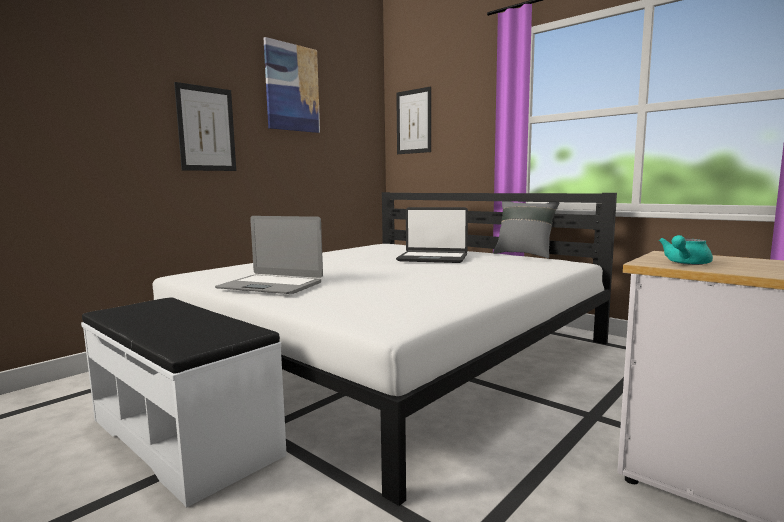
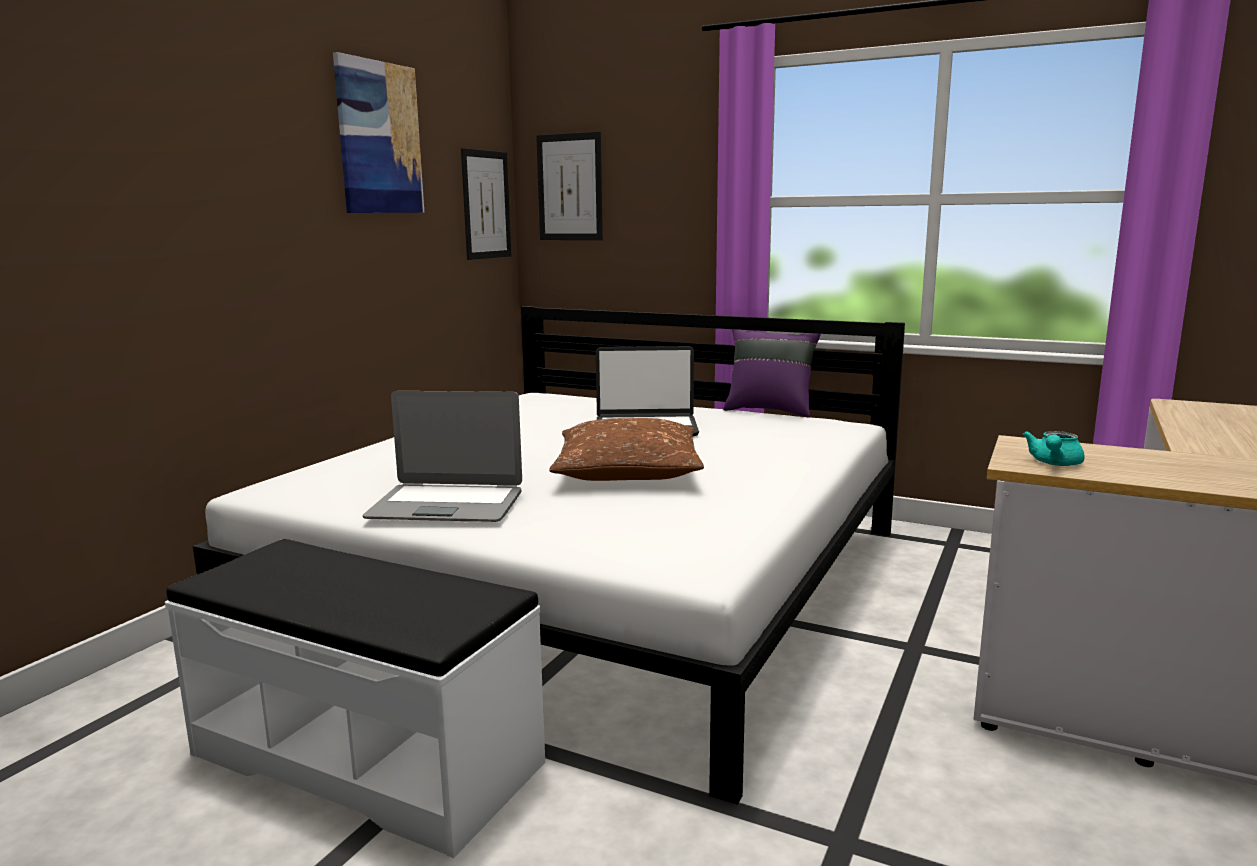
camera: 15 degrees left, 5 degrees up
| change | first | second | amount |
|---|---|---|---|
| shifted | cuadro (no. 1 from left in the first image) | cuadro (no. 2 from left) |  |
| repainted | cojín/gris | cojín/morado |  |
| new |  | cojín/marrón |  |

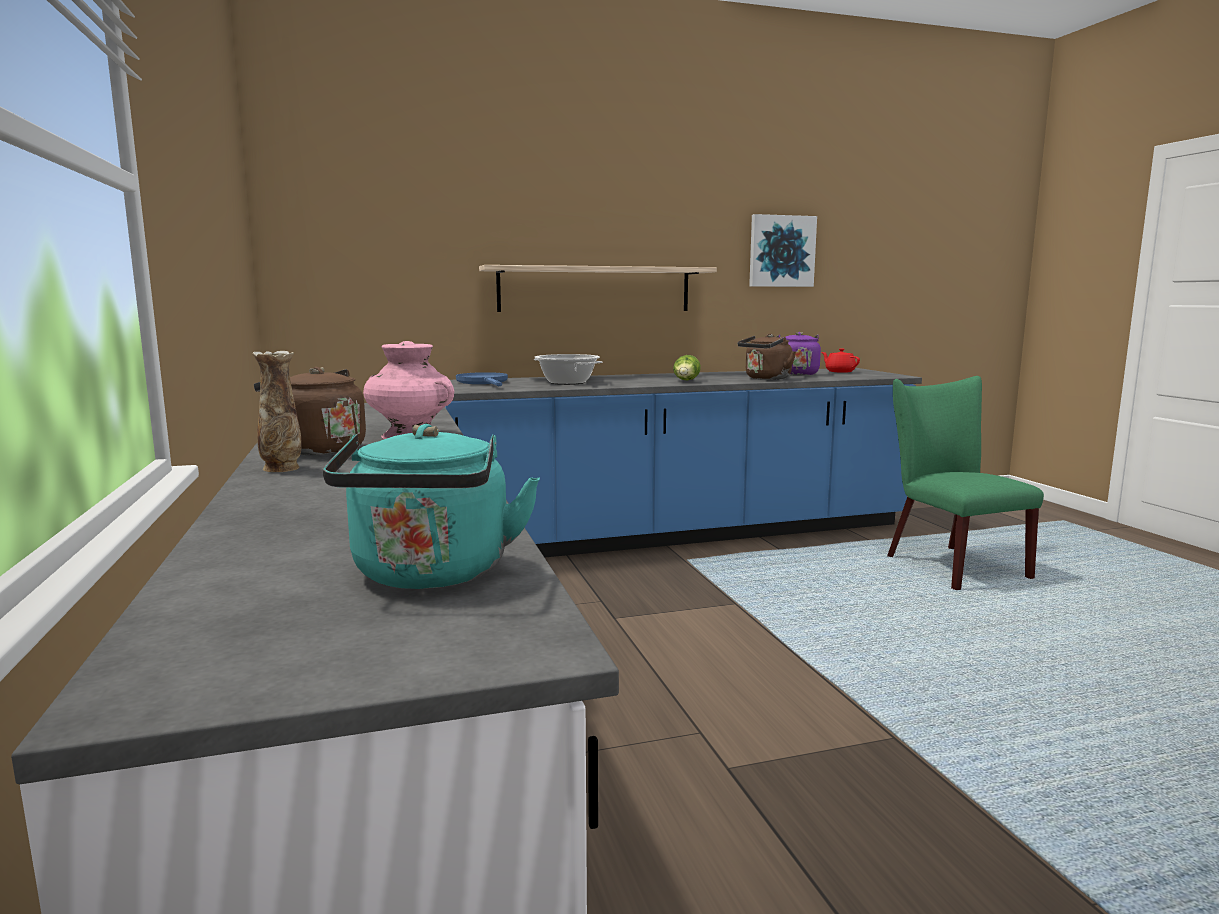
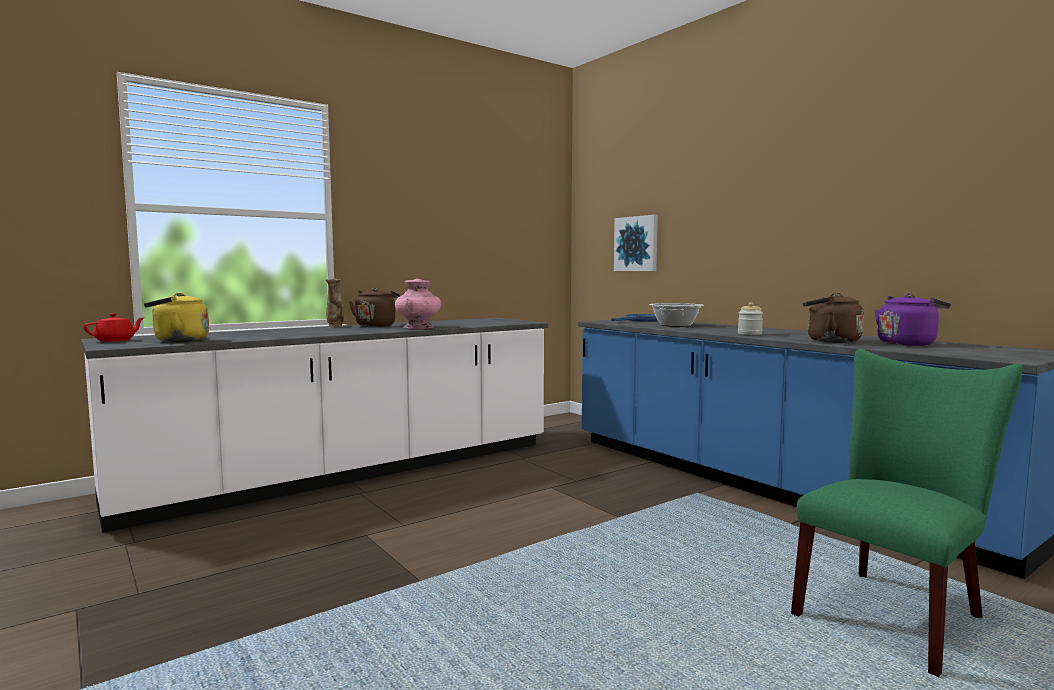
camera: 70 degrees right, 5 degrees down
| change | first | second | amount |
|---|---|---|---|
| shifted | cuadro |  |  |
| gone | estante |  |  |
| shifted | tetera/rojo |  |  |
| swapped | lechuga | tarro |  |
| repainted | hervidor/turquesa | hervidor/amarillo |  |

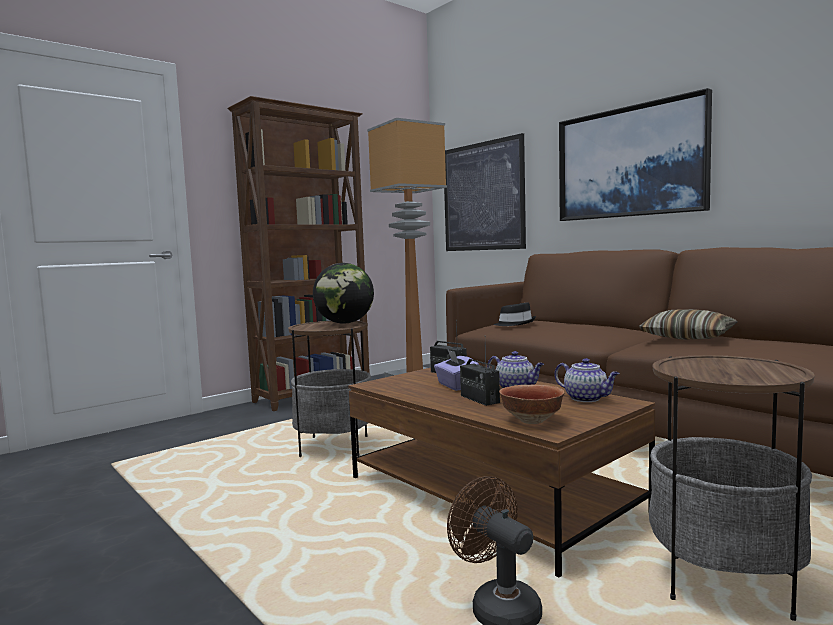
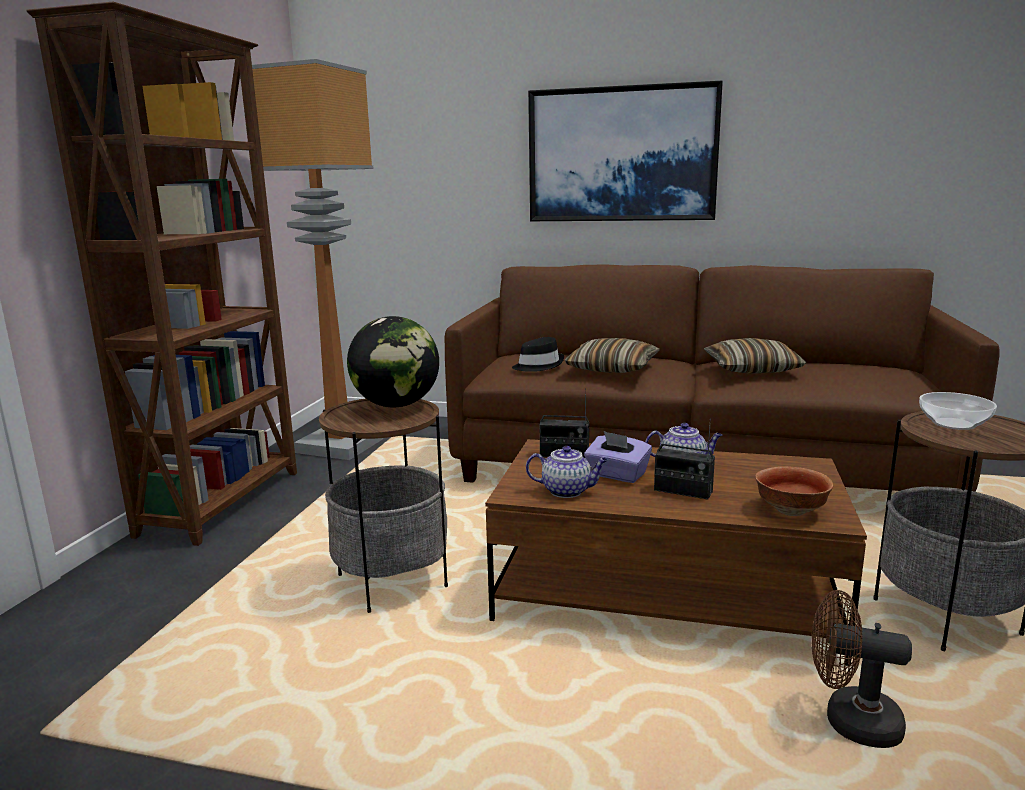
camera: 35 degrees left, 10 degrees up
| change | first | second | amount |
|---|---|---|---|
| gone | cuadro (no. 1 from left) |  |  |
| shifted | tetera (no. 2 from left in the first image) | tetera (no. 1 from left) |  |
| new |  | cojín (no. 1 from left) |  |
| new |  | cuenco (no. 2 from left) |  |

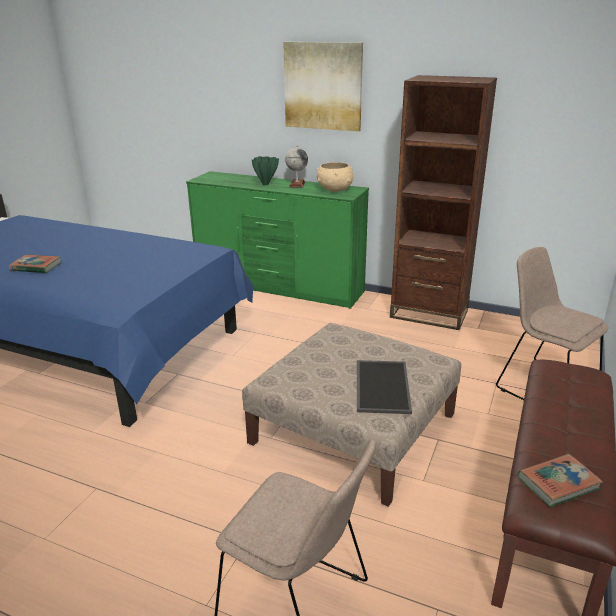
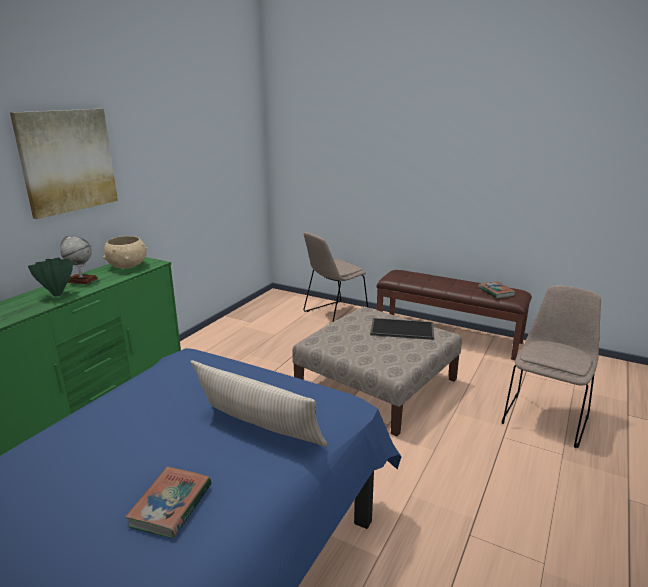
camera: 85 degrees left, 5 degrees down
| change | first | second | amount |
|---|---|---|---|
| gone | estantería/marrón |  |  |
| new |  | cojín/beis |  |

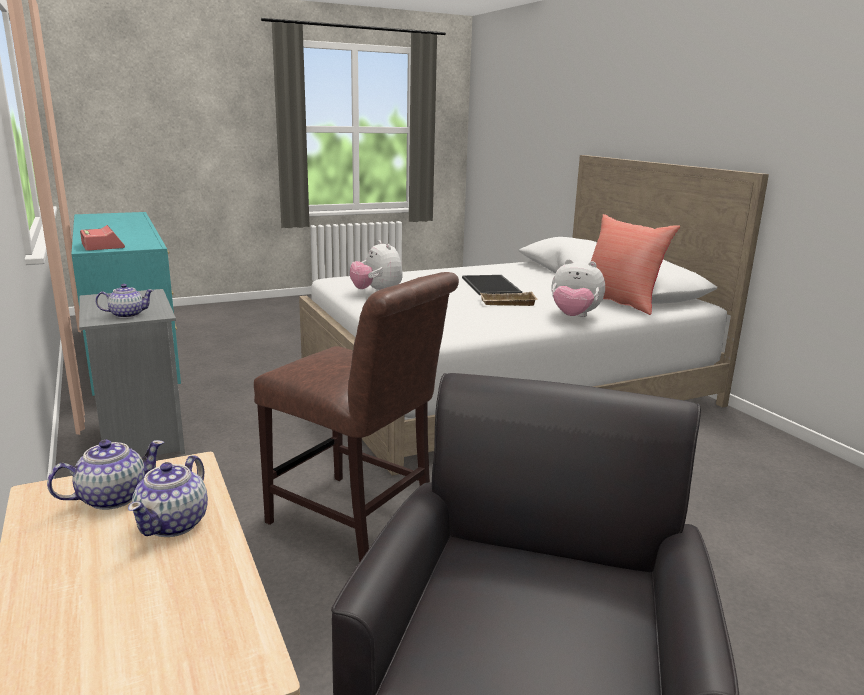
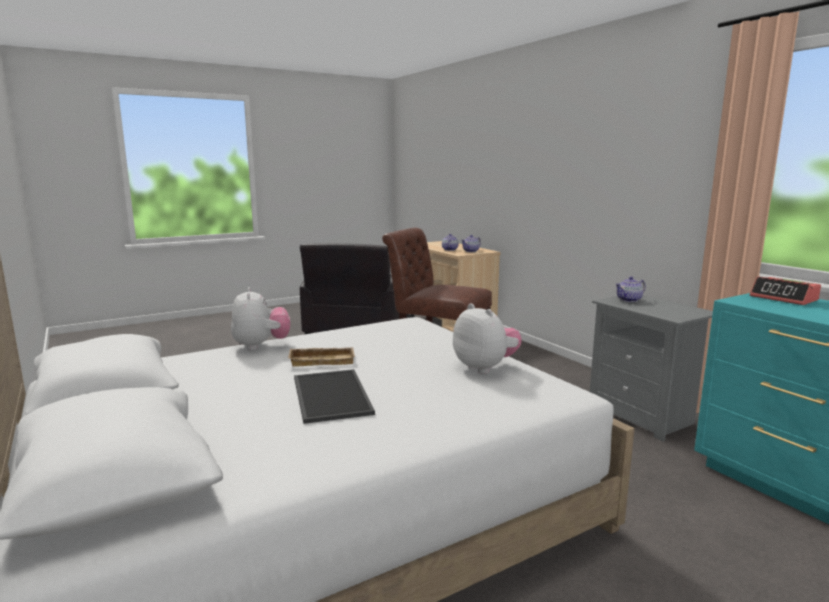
camera: 175 degrees right, 5 degrees down
| change | first | second | amount |
|---|---|---|---|
| gone | cojín/rojo |  |  |
| rotated | peluche (no. 2 from left in the first image) | peluche (no. 1 from left) | 60 degrees clockwise |

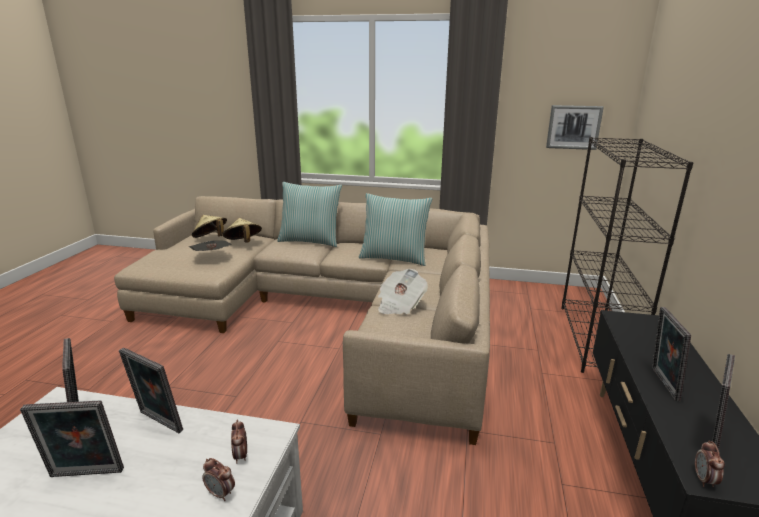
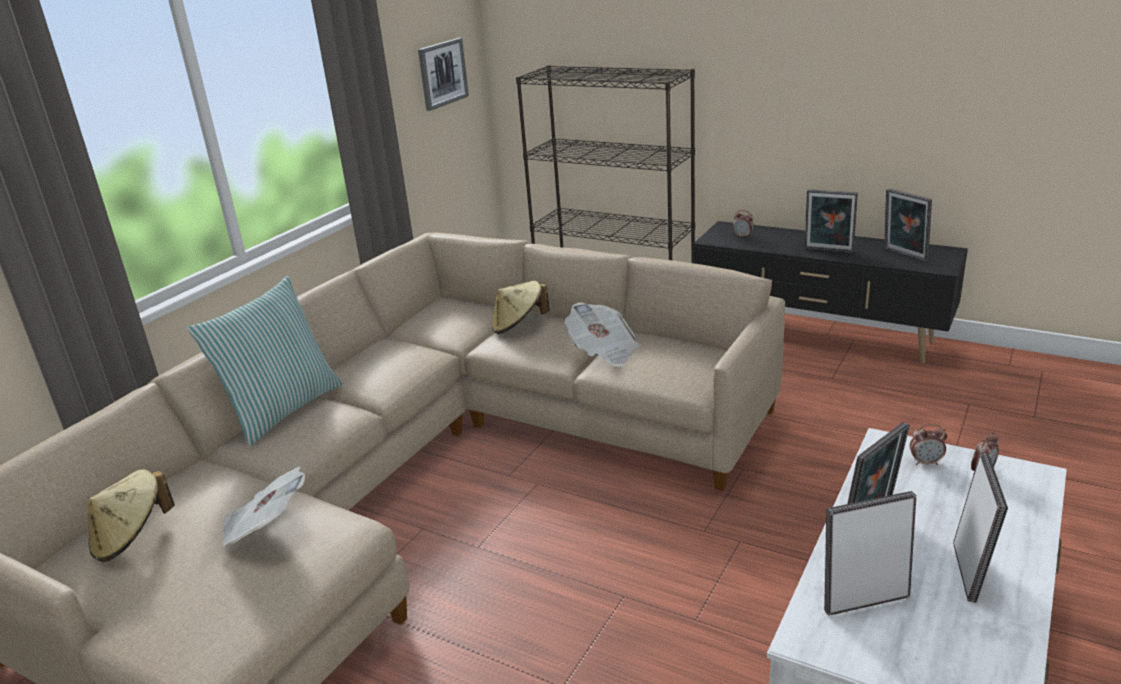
camera: 70 degrees left, 5 degrees up
| change | first | second | amount |
|---|---|---|---|
| gone | cojín (no. 2 from left) |  |  |
| shifted | sombrero/beis (no. 2 from left) |  |  |
| shifted | despertador (no. 3 from left in the first image) | despertador (no. 1 from left) |  |

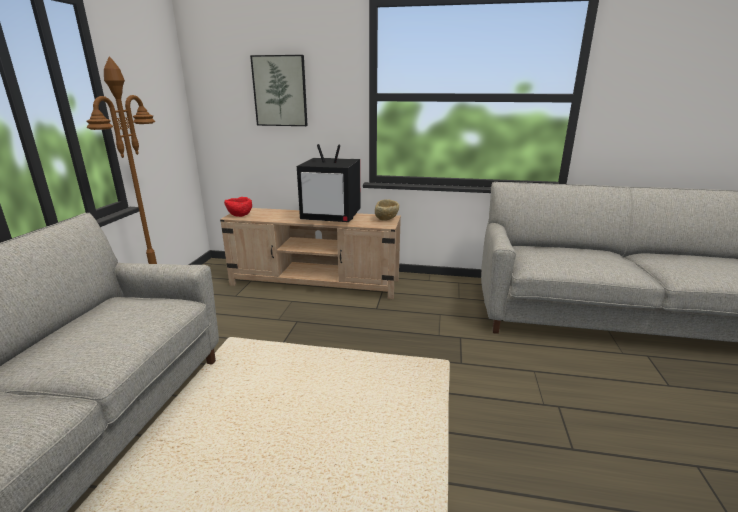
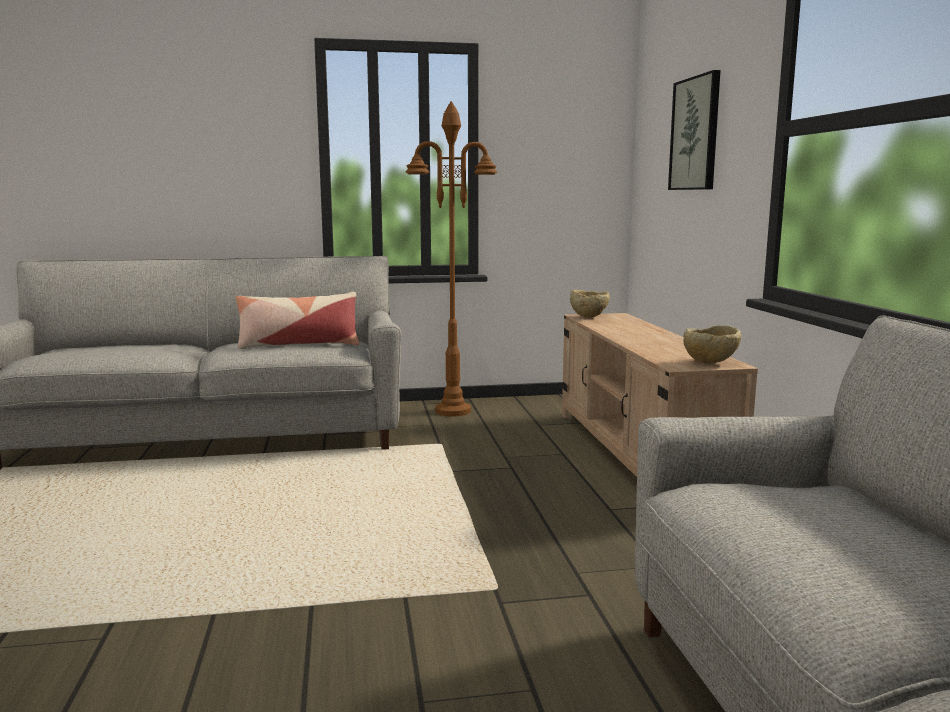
camera: 70 degrees right, 10 degrees down
| change | first | second | amount |
|---|---|---|---|
| gone | televisor |  |  |
| repainted | cuenco/rojo | cuenco/beis (no. 1 from left) |  |
| new |  | cojín |  |

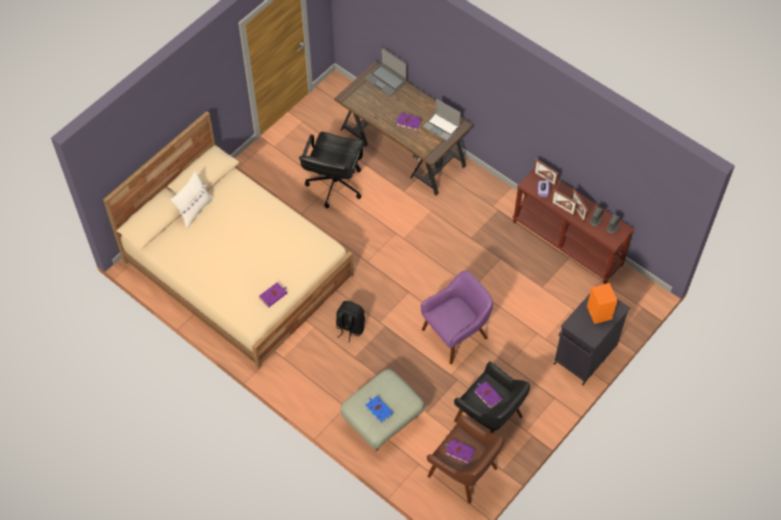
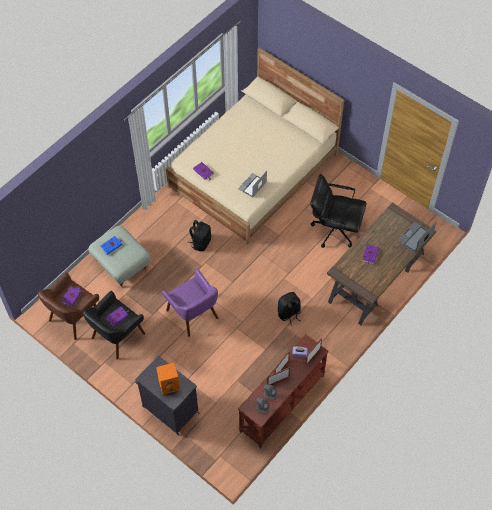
camera: 90 degrees right, 0 degrees up
| change | first | second | amount |
|---|---|---|---|
| shifted | portátil (no. 2 from left in the first image) | portátil (no. 1 from left) |  |
| gone | cojín/blanco |  |  |
| new |  | mochila/negro (no. 2 from left) |  |

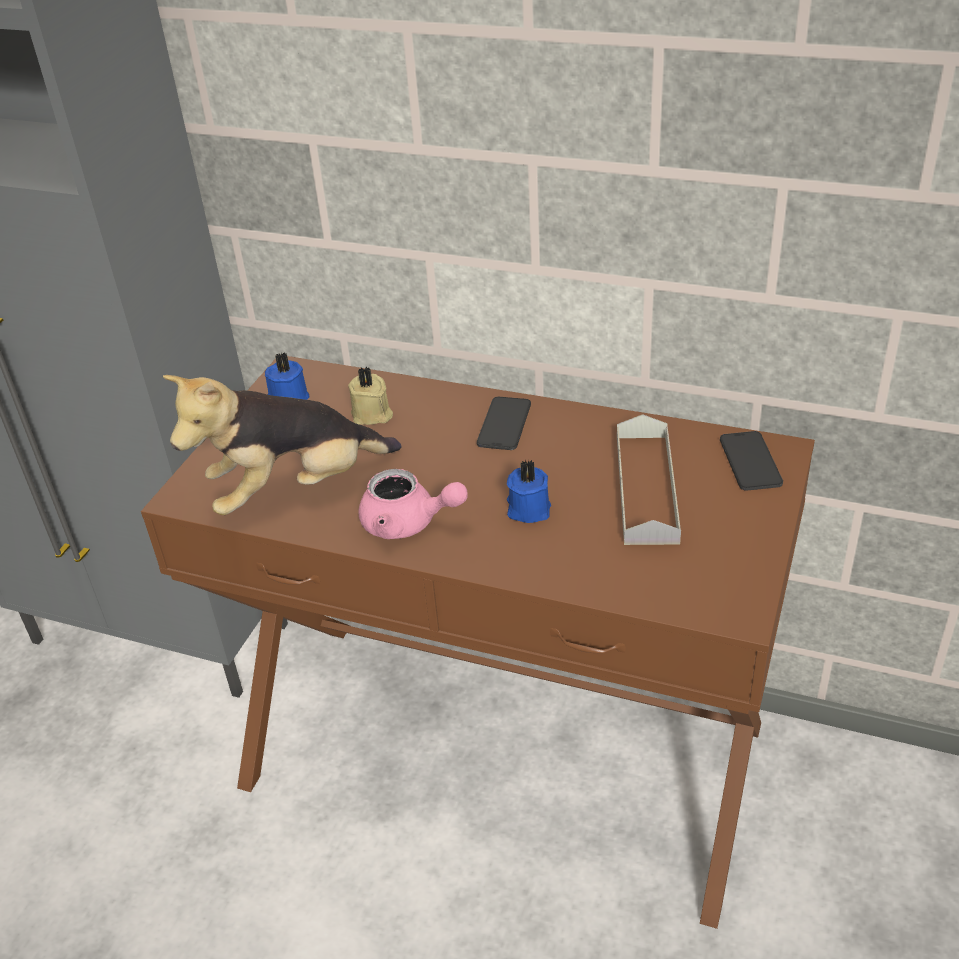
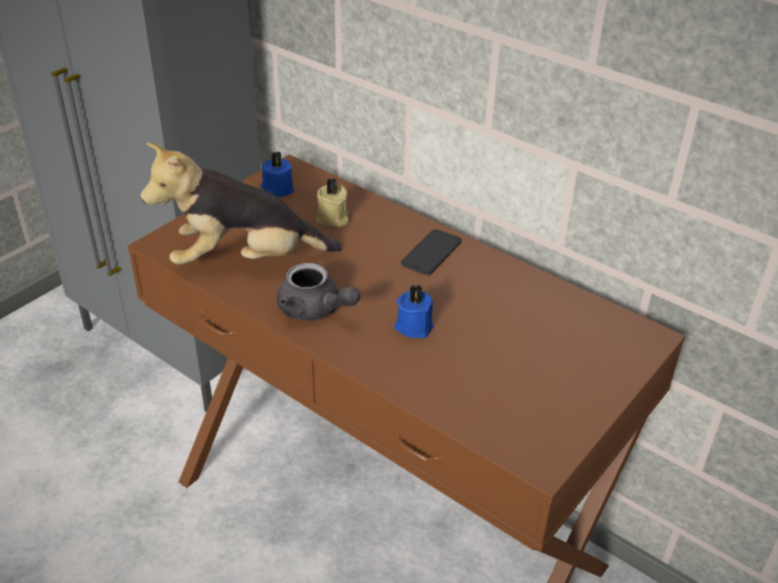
camera: 15 degrees right, 0 degrees up
| change | first | second | amount |
|---|---|---|---|
| gone | bandeja/gris |  |  |
| gone | móvil (no. 2 from left) |  |  |
| repainted | tetera/rosa | tetera/gris |  |

